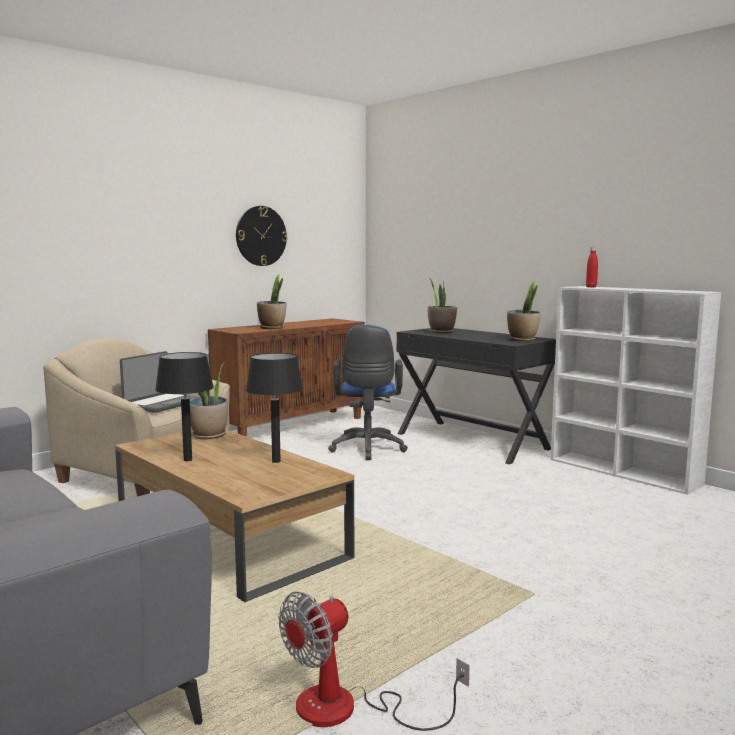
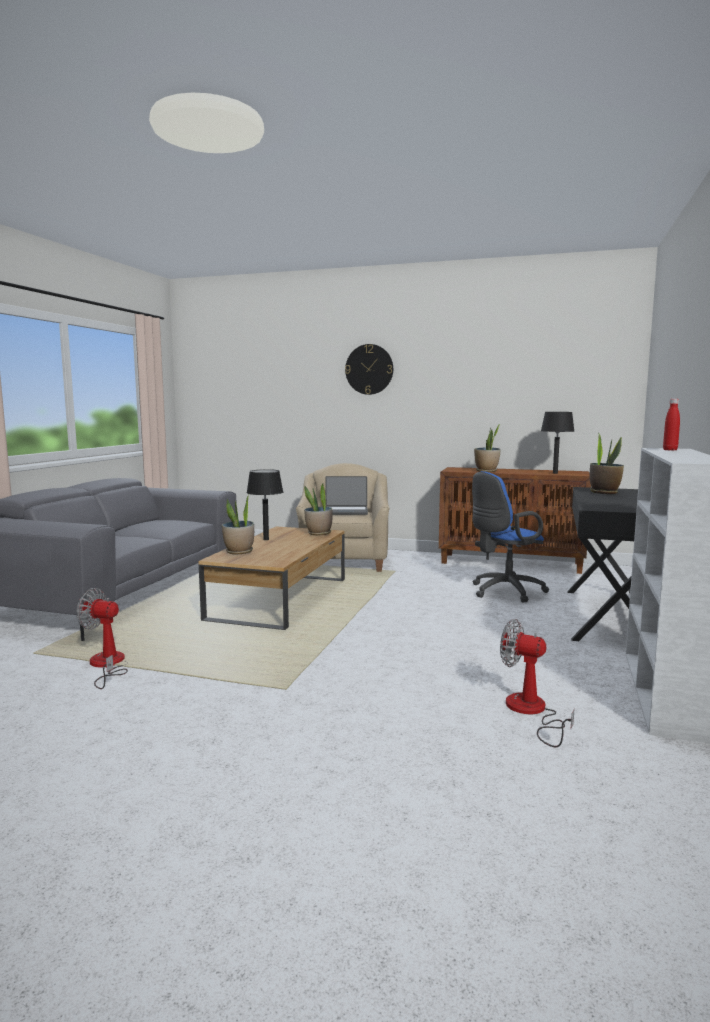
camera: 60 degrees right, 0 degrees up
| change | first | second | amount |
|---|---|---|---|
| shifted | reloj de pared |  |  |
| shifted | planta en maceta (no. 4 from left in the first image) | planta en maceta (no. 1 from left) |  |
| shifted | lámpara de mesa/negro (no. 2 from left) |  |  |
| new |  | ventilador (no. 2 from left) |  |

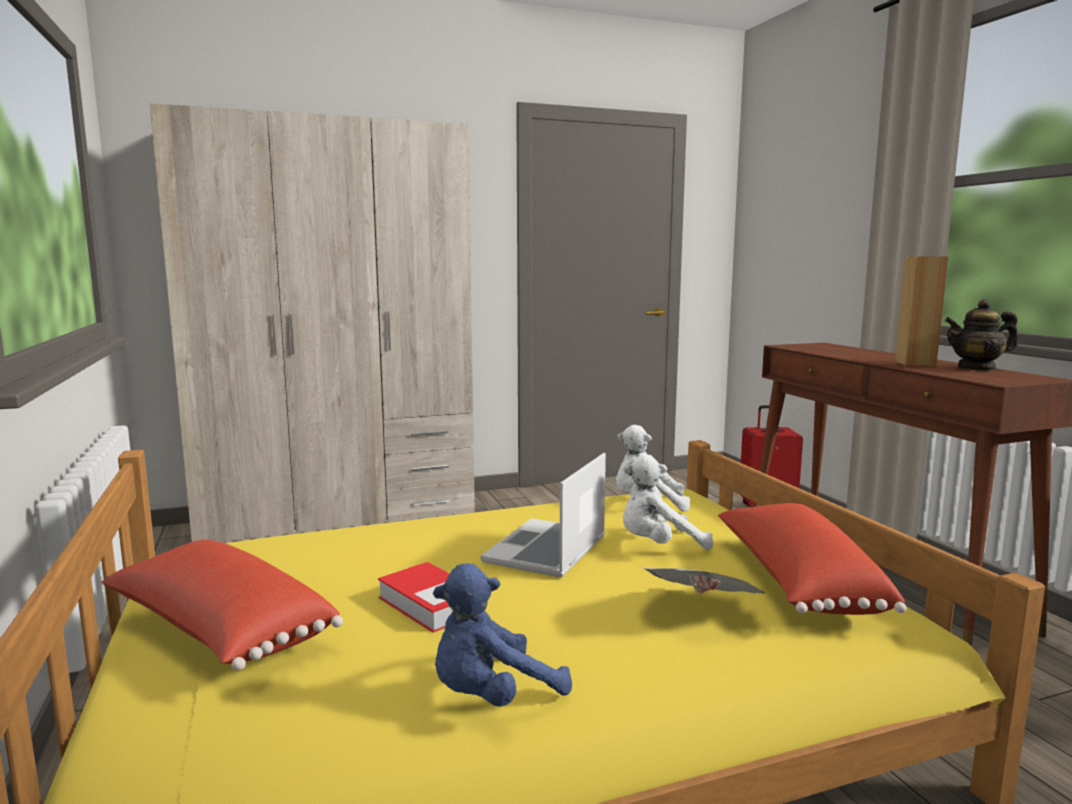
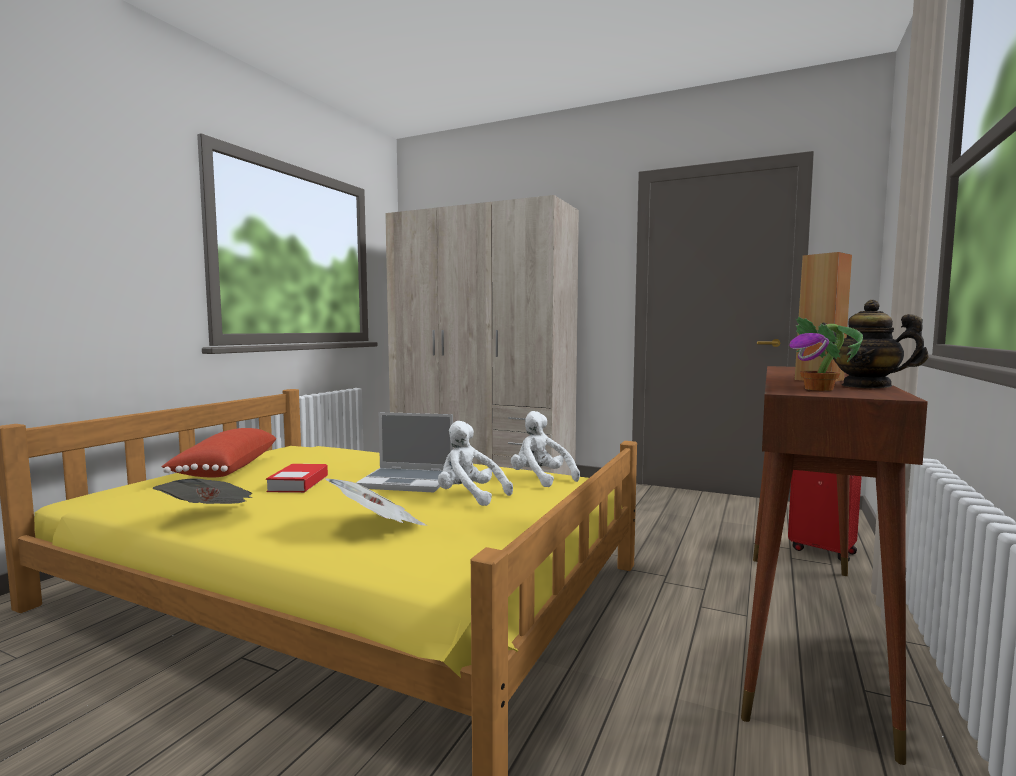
camera: 45 degrees right, 5 degrees down
| change | first | second | amount |
|---|---|---|---|
| rotated | portátil |  | 150 degrees counterclockwise |
| gone | cojín/rojo (no. 2 from left) |  |  |
| swapped | peluche/azul | periódico (no. 1 from left) |  |
| new |  | planta en maceta |  |

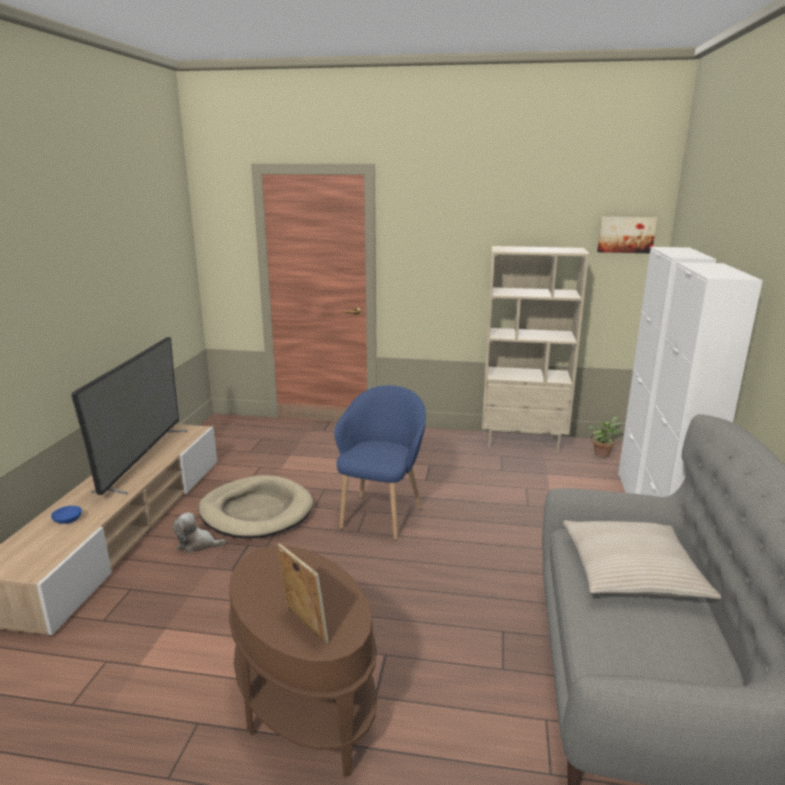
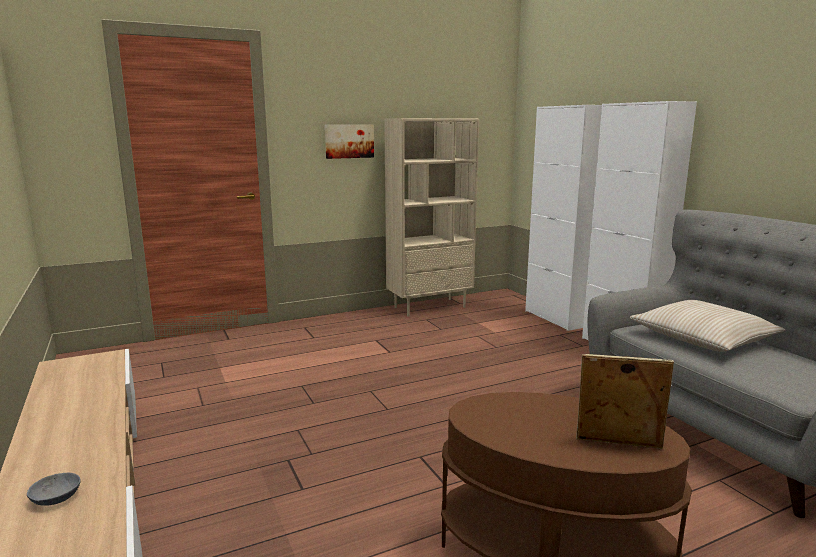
camera: 35 degrees left, 5 degrees down
| change | first | second | amount |
|---|---|---|---|
| shifted | cuadro |  |  |
| gone | televisor |  |  |
| gone | sillón/azul |  |  |
| gone | planta en maceta |  |  |
| gone | cama para perro/beis |  |  |
| repainted | cuenco/azul | cuenco/gris |  |
| gone | peluche |  |  |

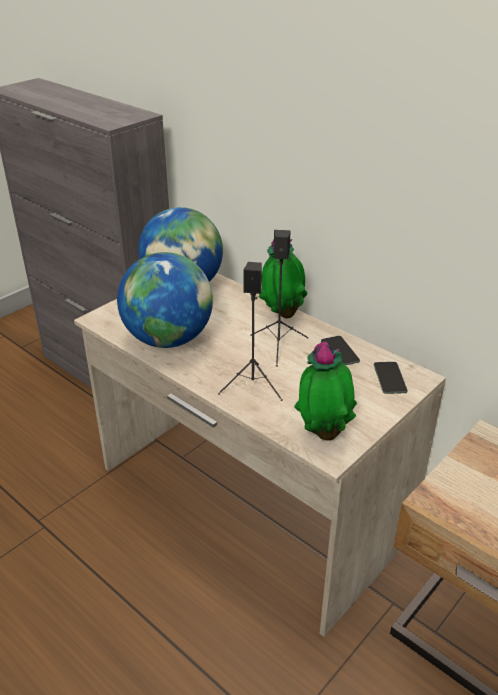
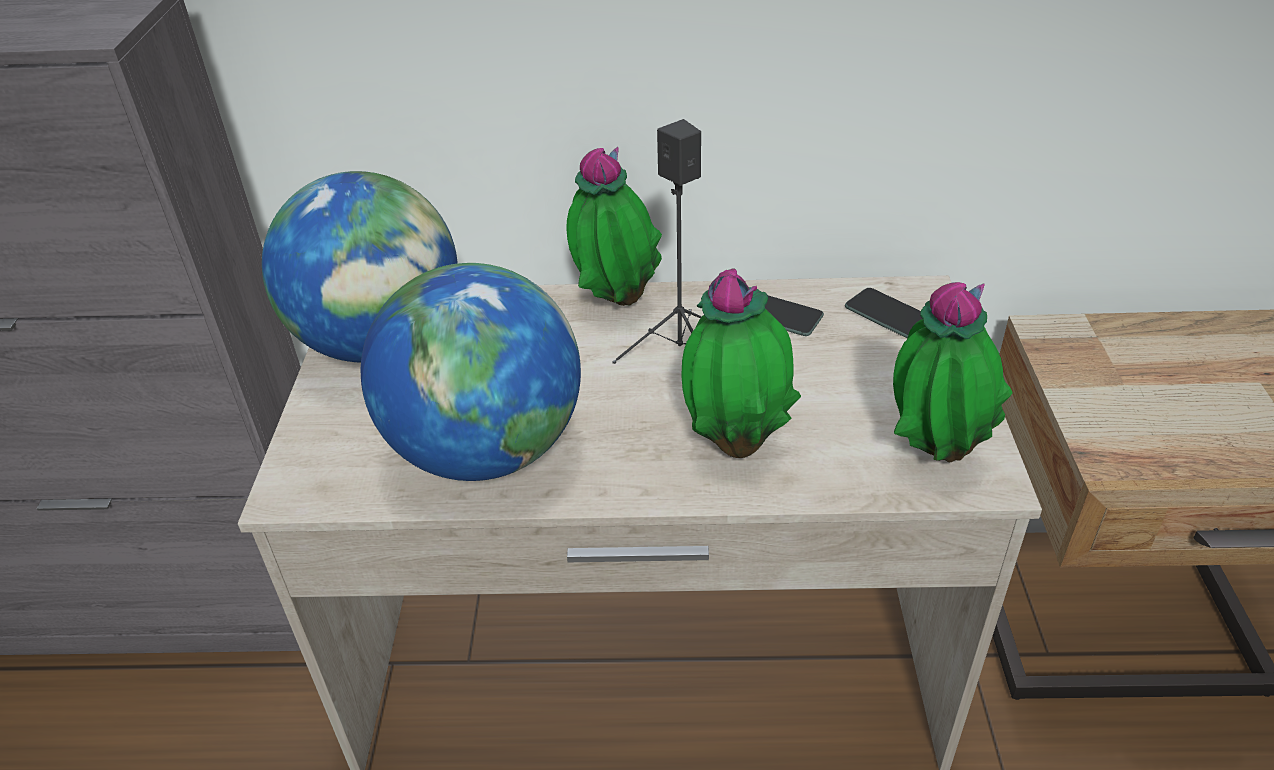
camera: 40 degrees left, 5 degrees up
| change | first | second | amount |
|---|---|---|---|
| swapped | altavoz/negro (no. 1 from left) | planta en maceta (no. 2 from left) |  |

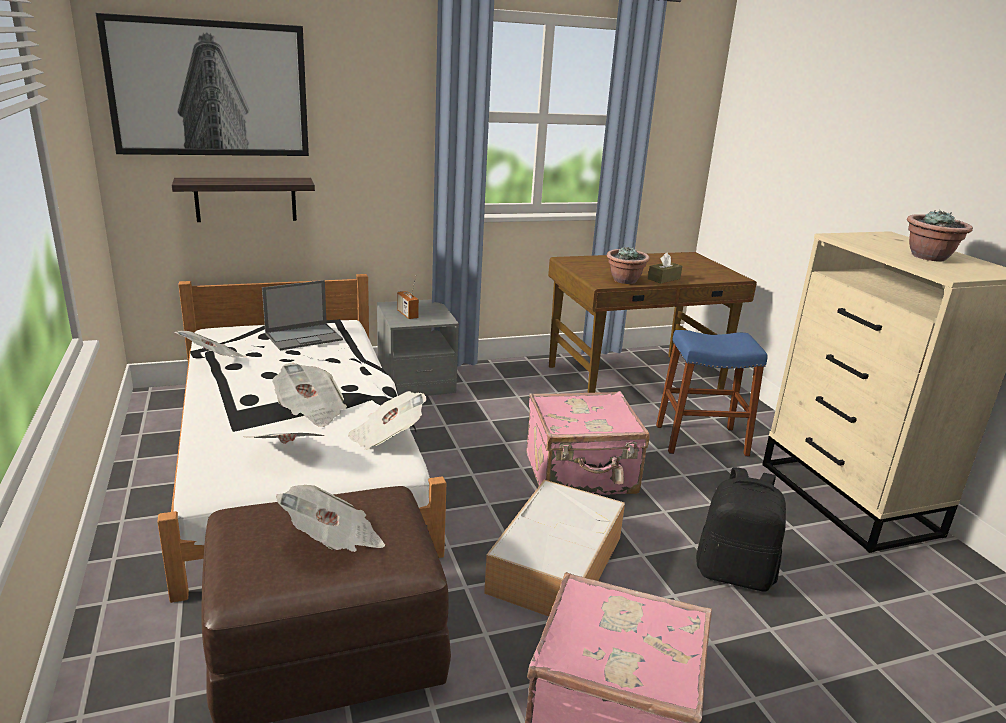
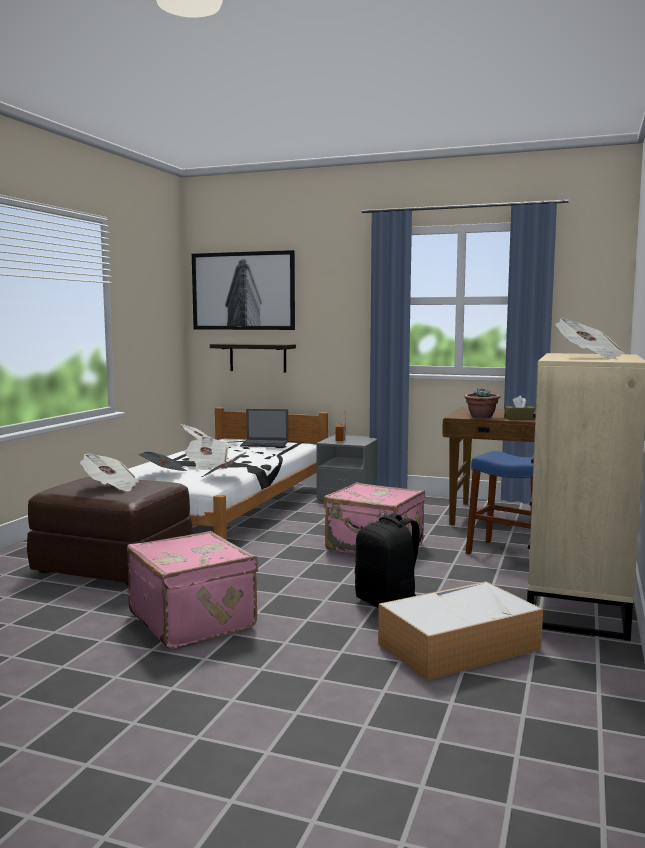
camera: 40 degrees right, 15 degrees down
| change | first | second | amount |
|---|---|---|---|
| swapped | planta en maceta (no. 2 from left) | periódico (no. 6 from left) |  |
| shifted | caja de almacenaje |  |  |

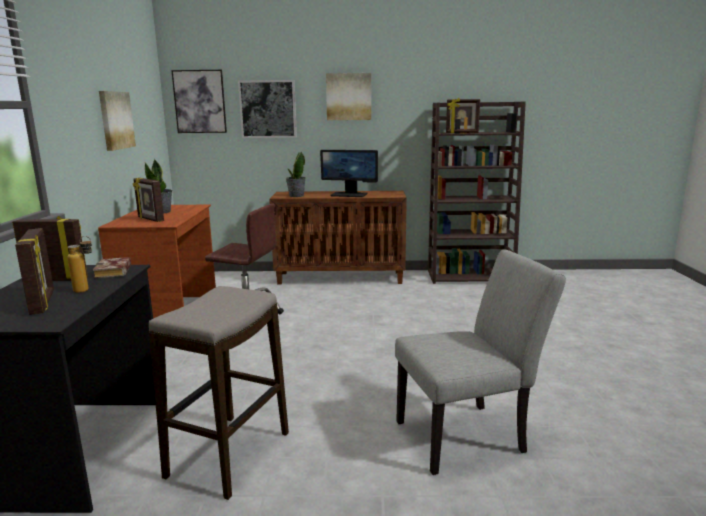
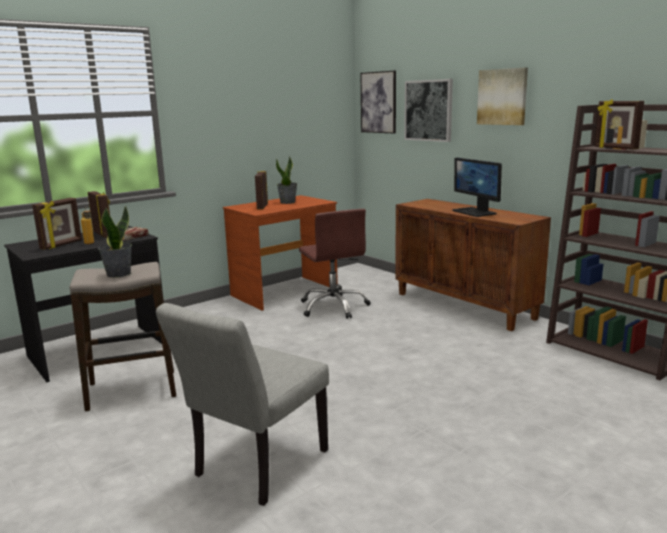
camera: 50 degrees right, 0 degrees up
| change | first | second | amount |
|---|---|---|---|
| gone | cuadro (no. 1 from left) |  |  |
| shifted | planta en maceta (no. 2 from left in the first image) | planta en maceta (no. 1 from left) |  |
| rotated | silla/gris |  | 90 degrees clockwise |

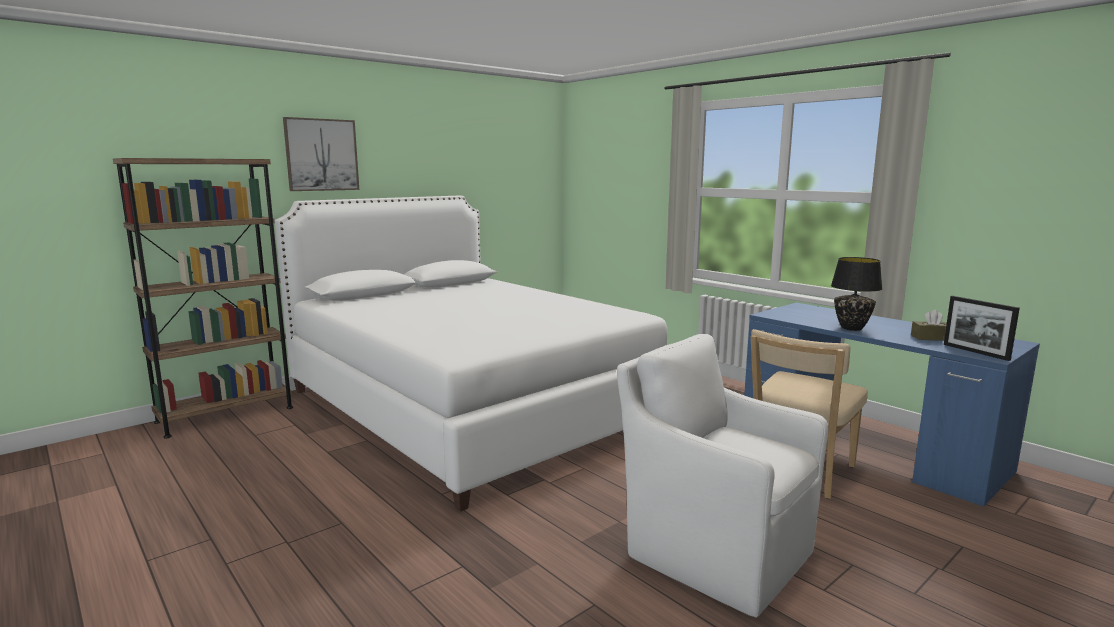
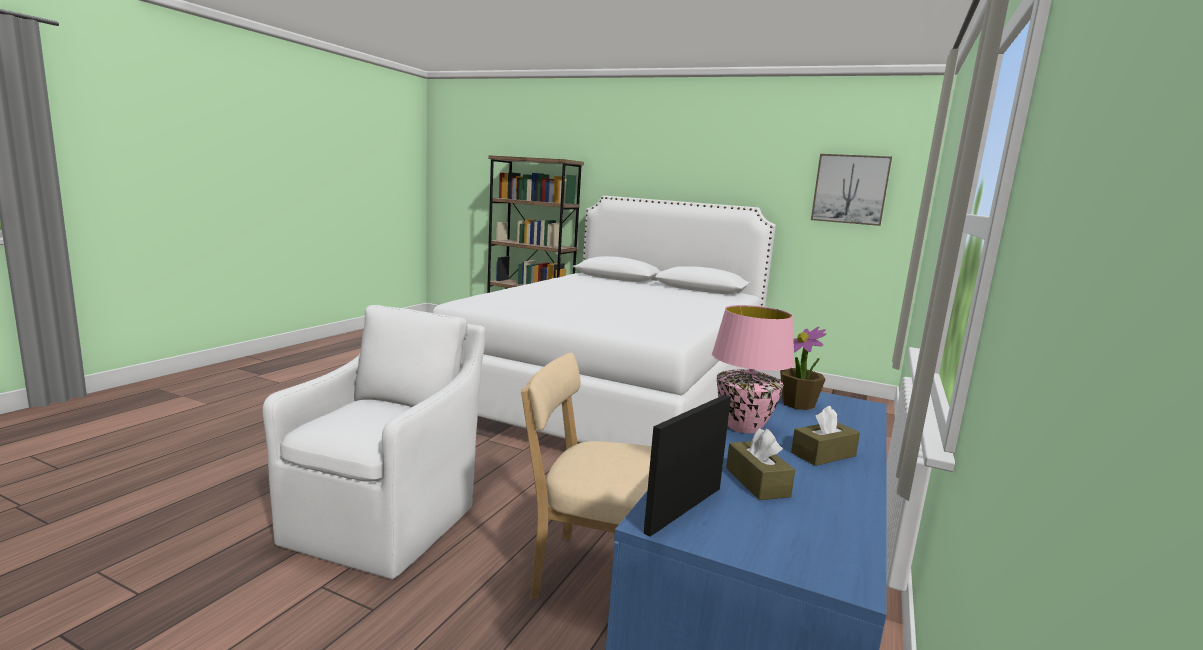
camera: 65 degrees right, 0 degrees up
| change | first | second | amount |
|---|---|---|---|
| shifted | cuadro |  |  |
| repainted | lámpara de mesa/negro | lámpara de mesa/rosa |  |
| new |  | planta en maceta |  |
| new |  | caja de pañuelos/marrón (no. 2 from left) |  |

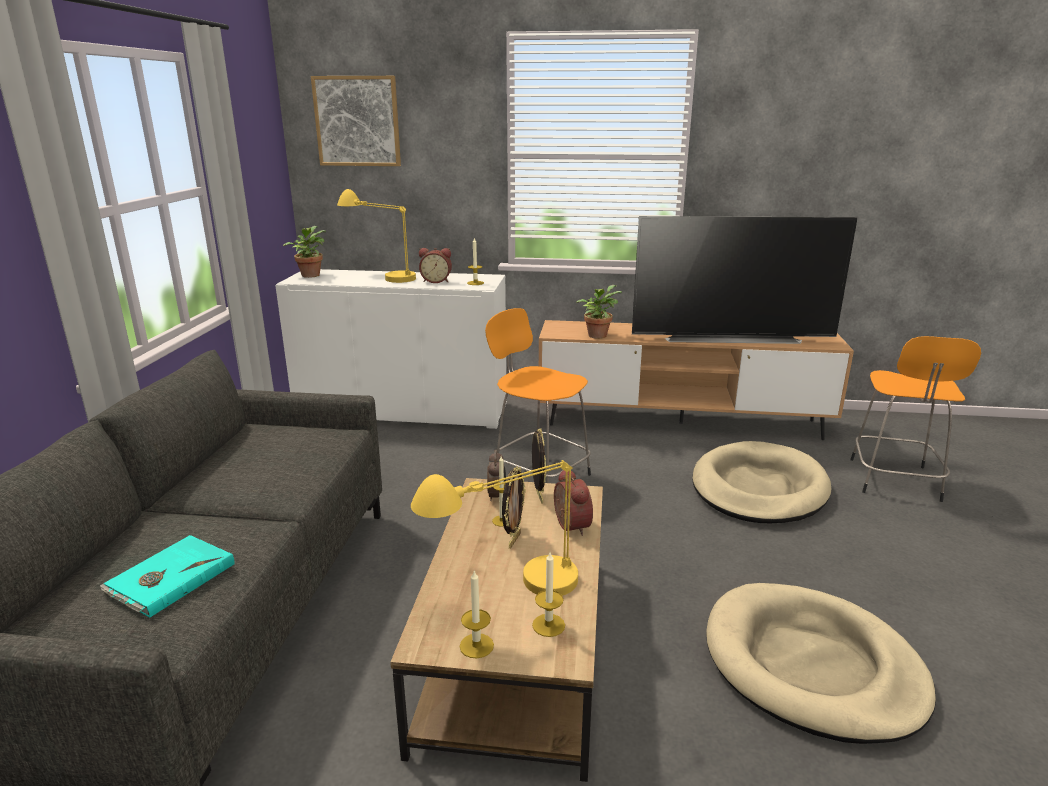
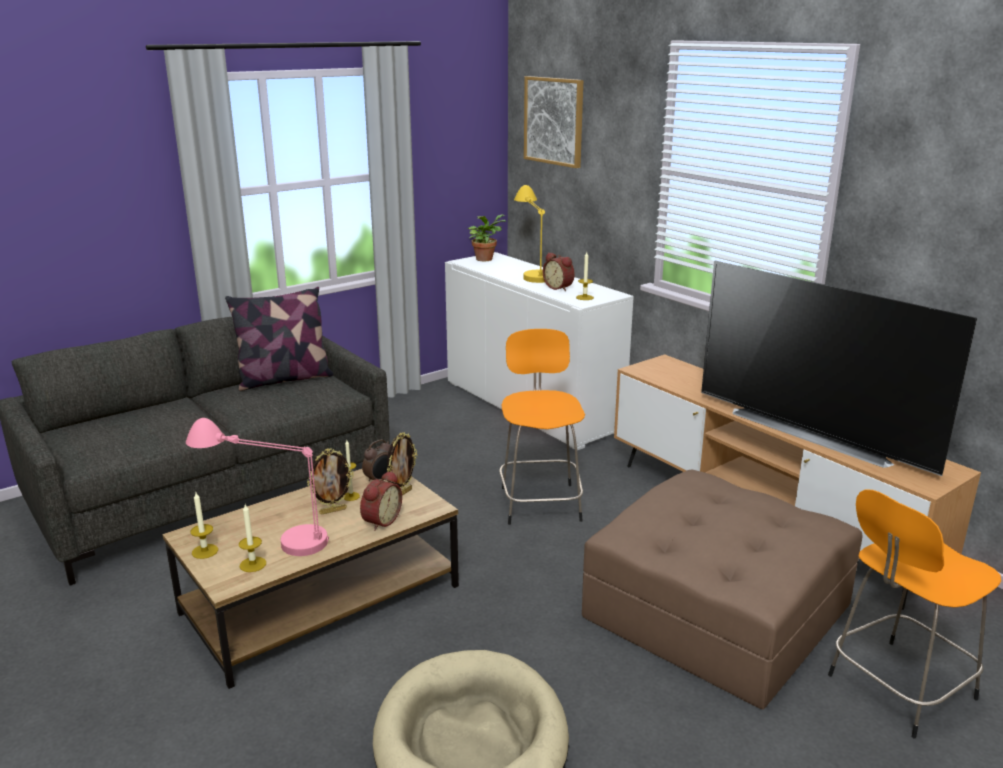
camera: 45 degrees right, 0 degrees up
| change | first | second | amount |
|---|---|---|---|
| gone | planta en maceta (no. 2 from left) |  |  |
| swapped | cama para perro/beis (no. 1 from left) | puf/marrón |  |
| repainted | lámpara de mesa/amarillo (no. 2 from left) | lámpara de mesa/rosa |  |
| gone | libro/turquesa |  |  |
| new |  | cojín |  |

